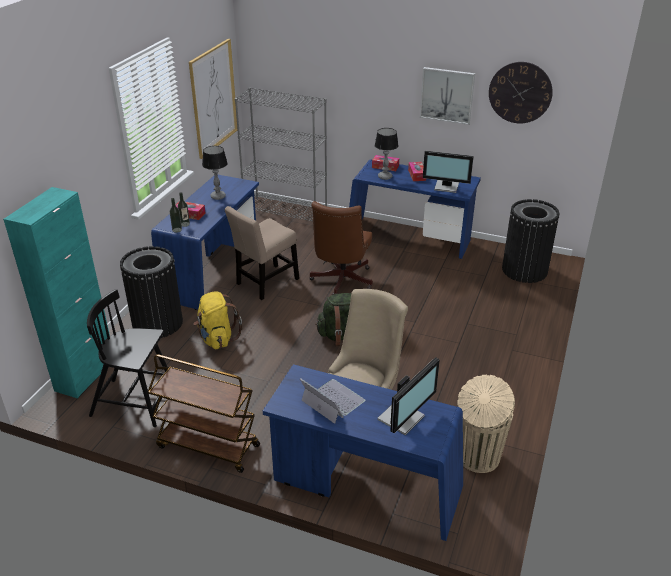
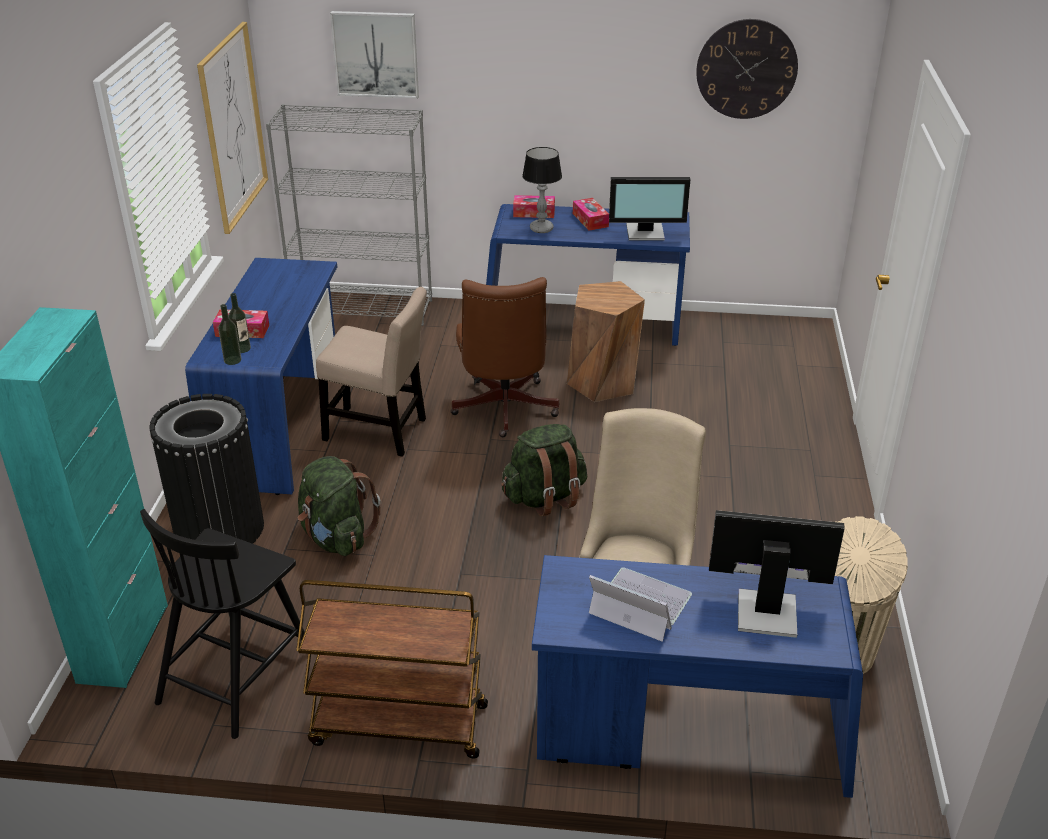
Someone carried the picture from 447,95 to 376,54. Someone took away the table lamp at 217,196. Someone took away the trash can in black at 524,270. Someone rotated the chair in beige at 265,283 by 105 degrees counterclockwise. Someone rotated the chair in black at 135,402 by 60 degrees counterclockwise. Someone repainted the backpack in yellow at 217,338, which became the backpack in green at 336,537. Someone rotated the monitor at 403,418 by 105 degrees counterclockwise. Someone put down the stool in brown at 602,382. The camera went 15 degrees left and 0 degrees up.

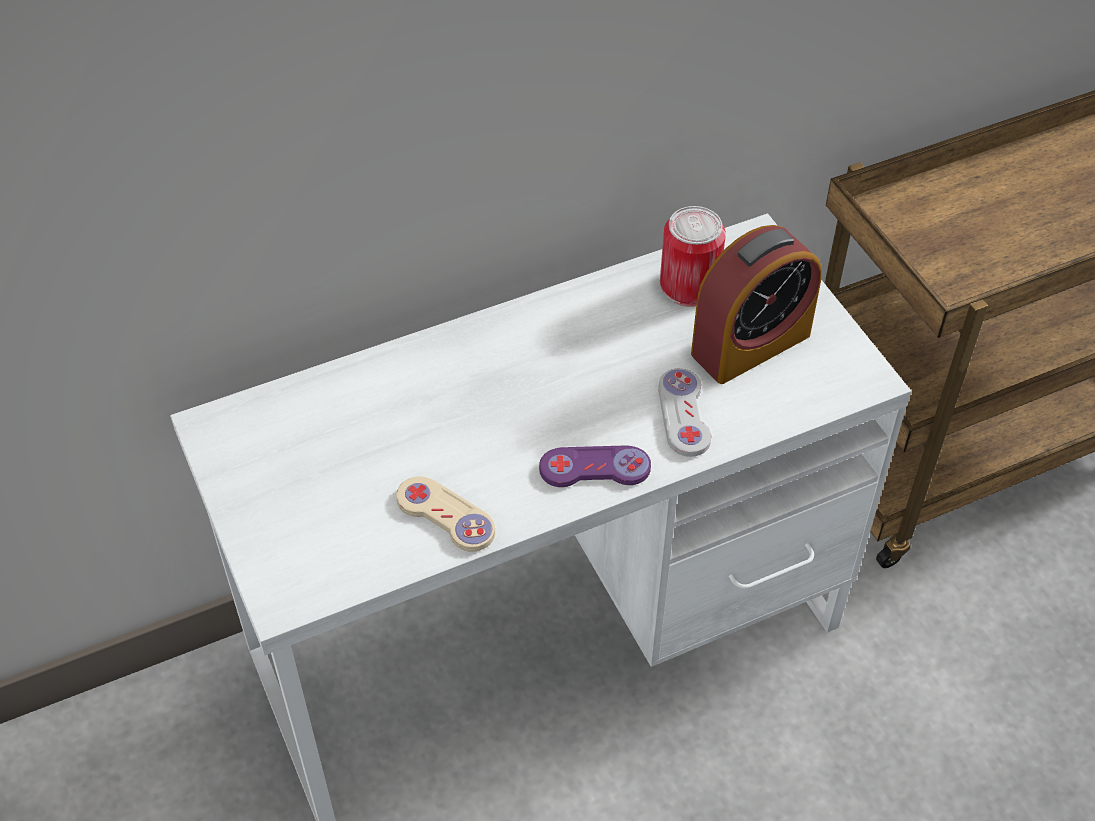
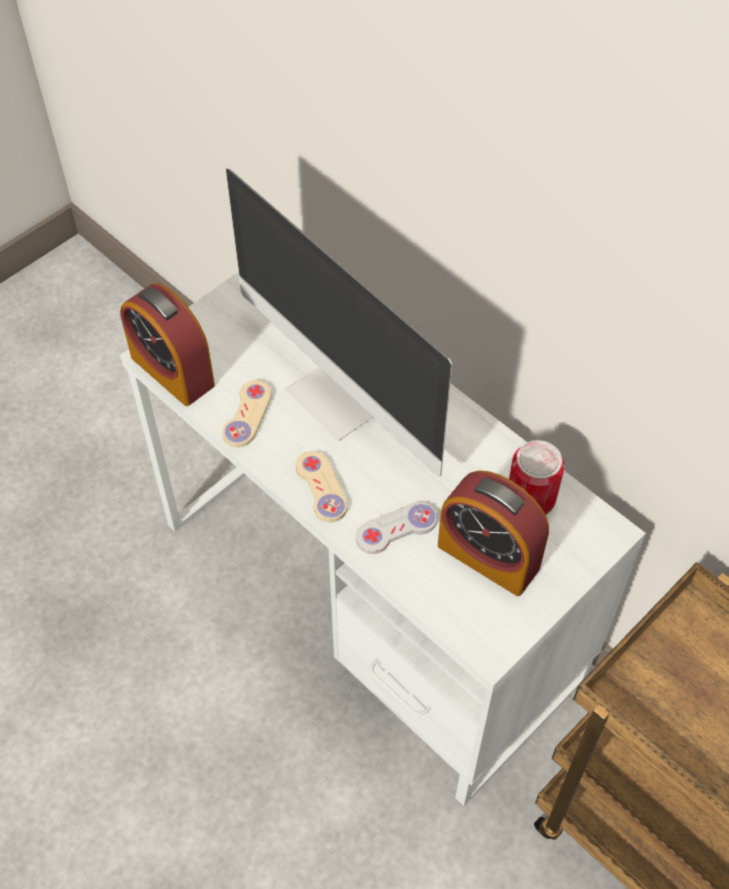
Someone repainted the game controller in purple at 594,468, which became the game controller in beige at 321,487. Someone put down the monitor at 342,396. Someone put down the alarm clock at 172,371. The camera went 70 degrees right and 5 degrees up.

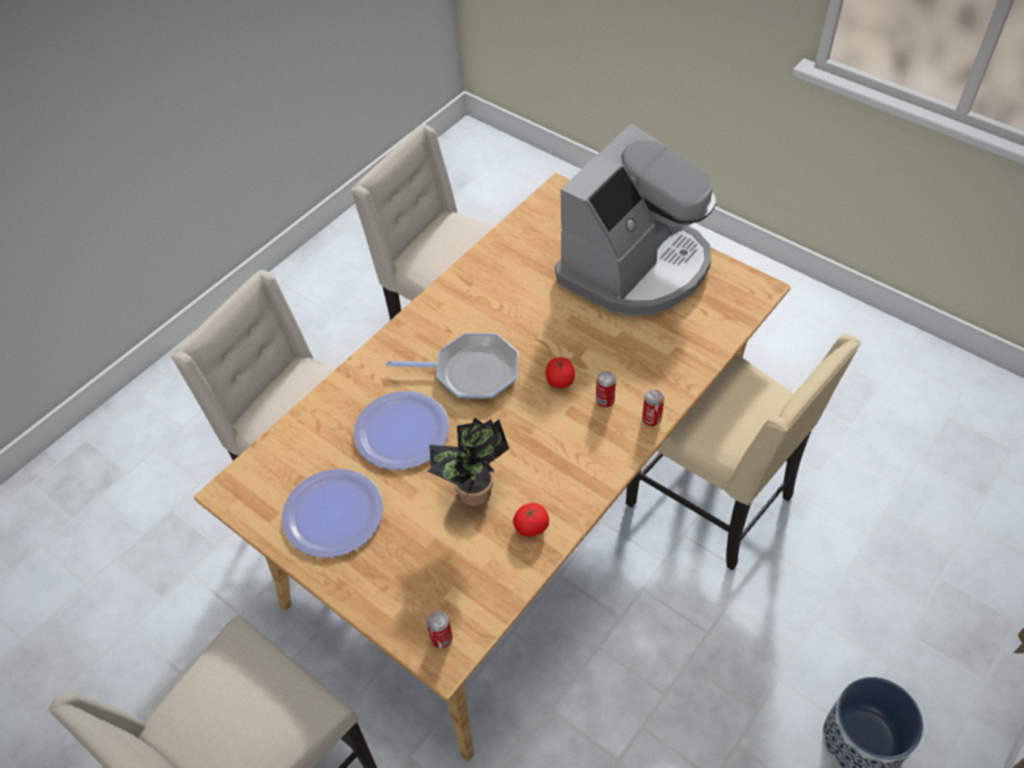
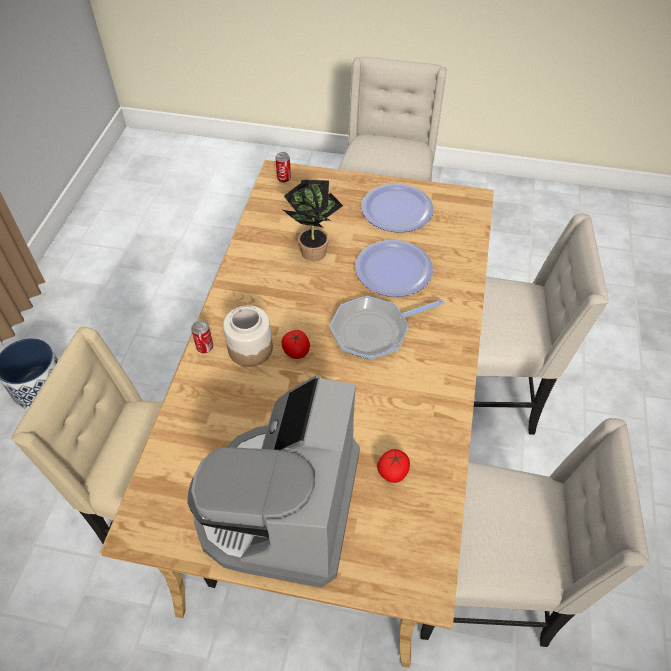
Someone swapped the can at 605,401 for the jar at 250,348. Someone carried the tomato from 531,527 to 393,471. The camera went 150 degrees right and 0 degrees up.

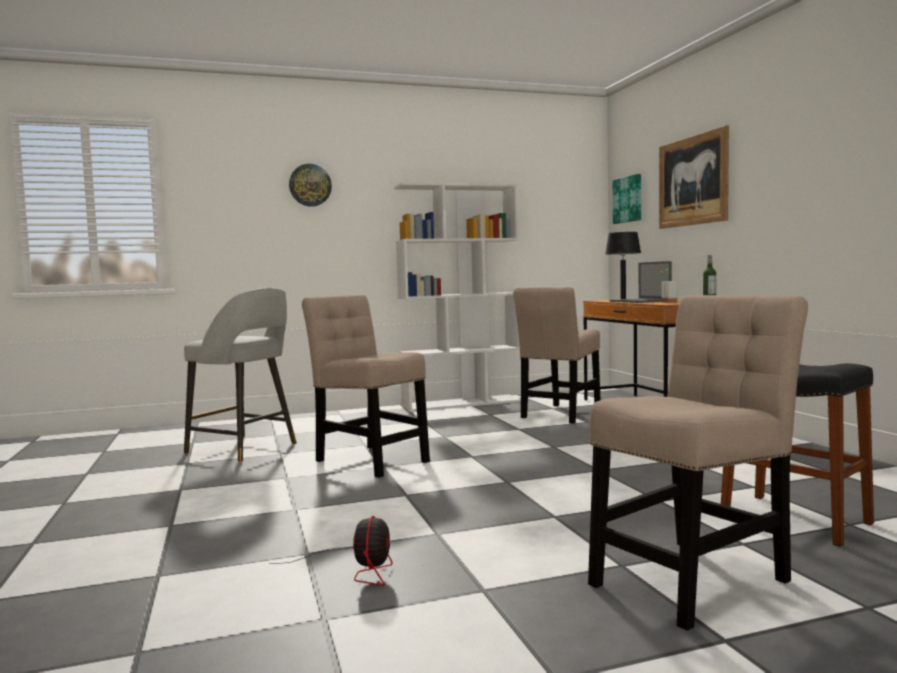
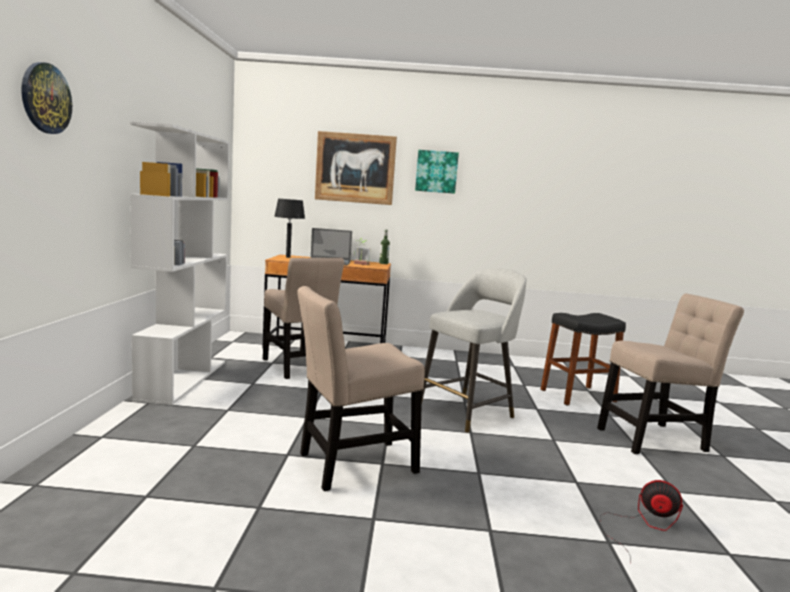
Someone carried the picture from 628,199 to 436,171. Someone carried the stool in grey from 244,448 to 467,412. Someone rotated the chair in beige at 694,578 by 90 degrees clockwise. The camera went 70 degrees left and 5 degrees up.

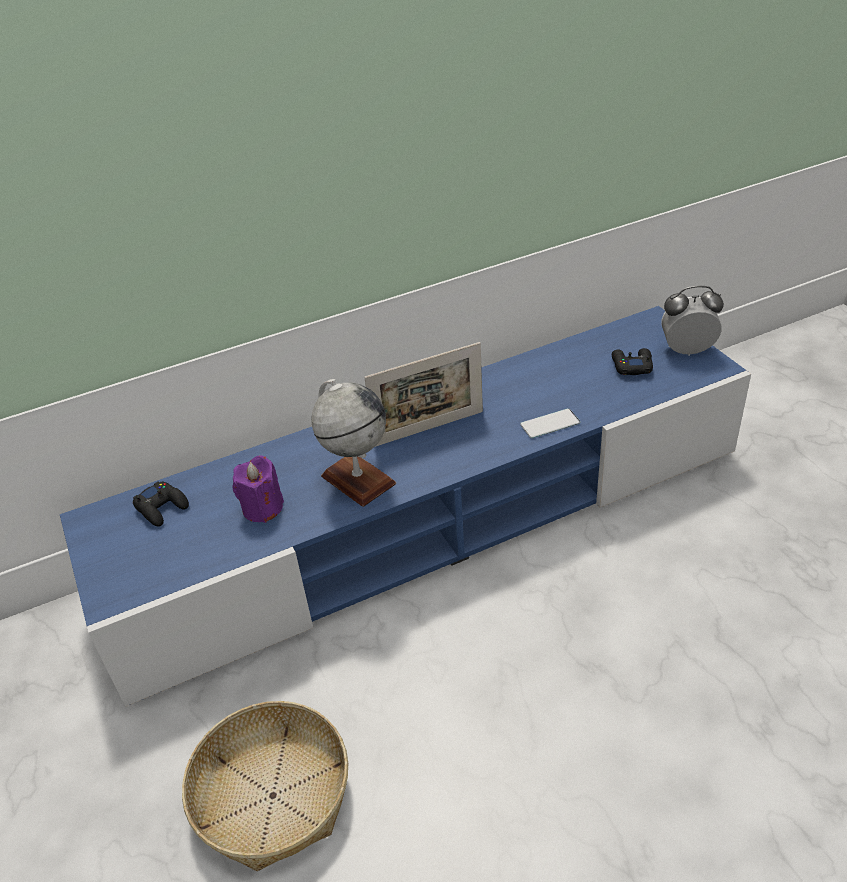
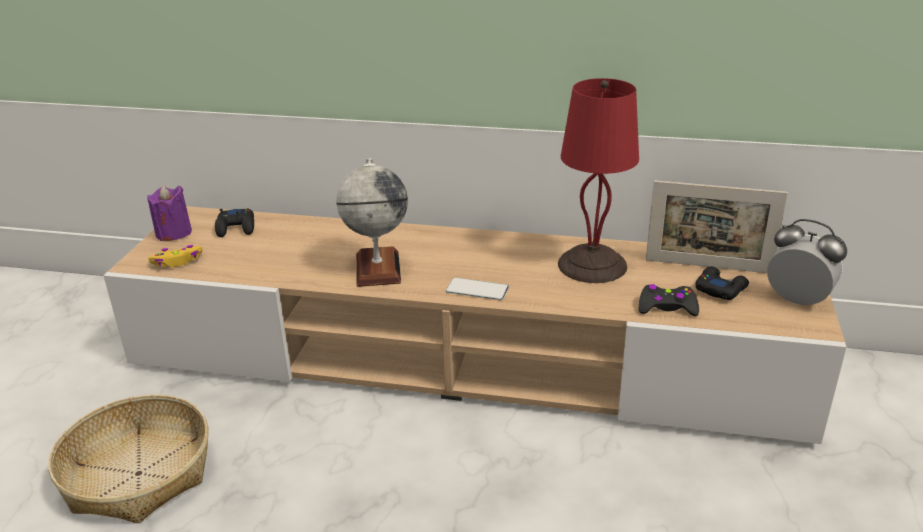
Someone repainted the tv stand in blue at 432,520, which became the tv stand in beige at 465,359. Someone carried the picture frame from 429,428 to 707,266. Someone carried the phone from 550,424 to 477,289. Someone carried the candle in purple from 262,508 to 173,233. Someone put down the table lamp in red at 590,265. Someone put down the game controller in yellow at 178,262. Someone put down the game controller in black at 667,307. The camera went 35 degrees right and 10 degrees down.

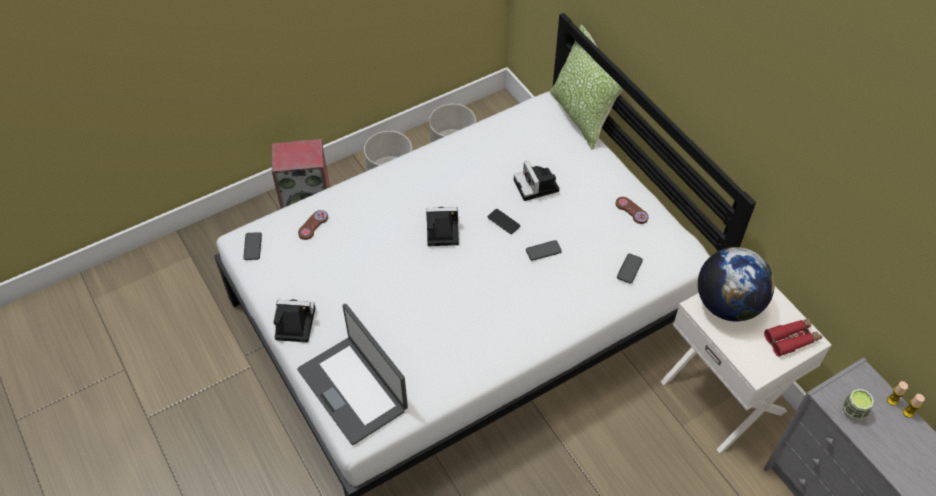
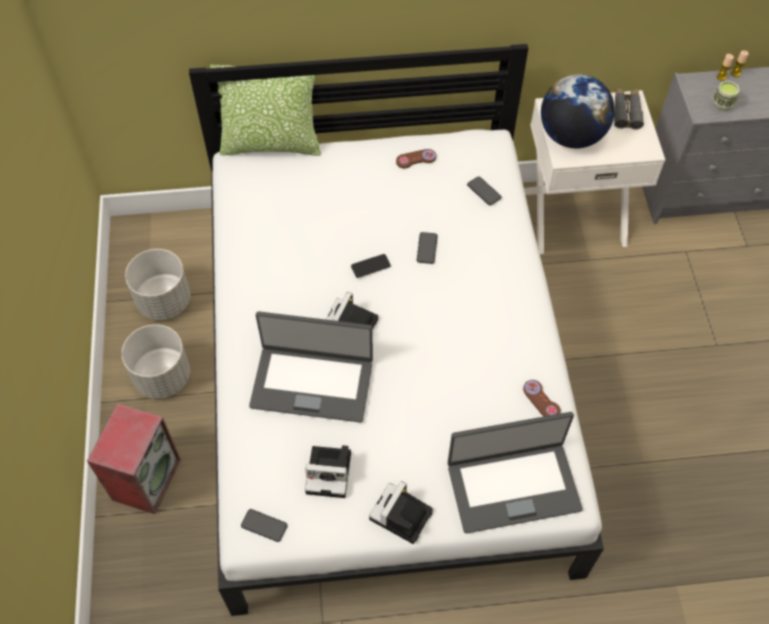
Someone carried the photo camera from 537,186 to 331,472. Someone carried the game controller in brown from 313,225 to 541,400. Someone repainted the binoculars in red at 791,339, which became the binoculars in grey at 626,112. Someone put down the laptop at 312,382. The camera went 65 degrees left and 5 degrees up.

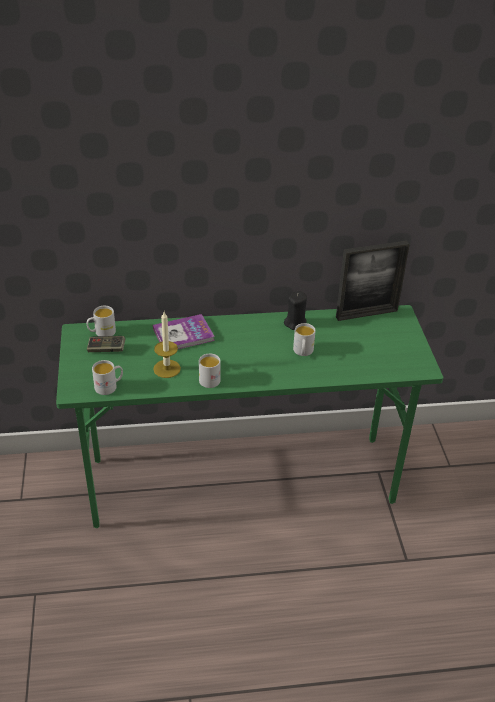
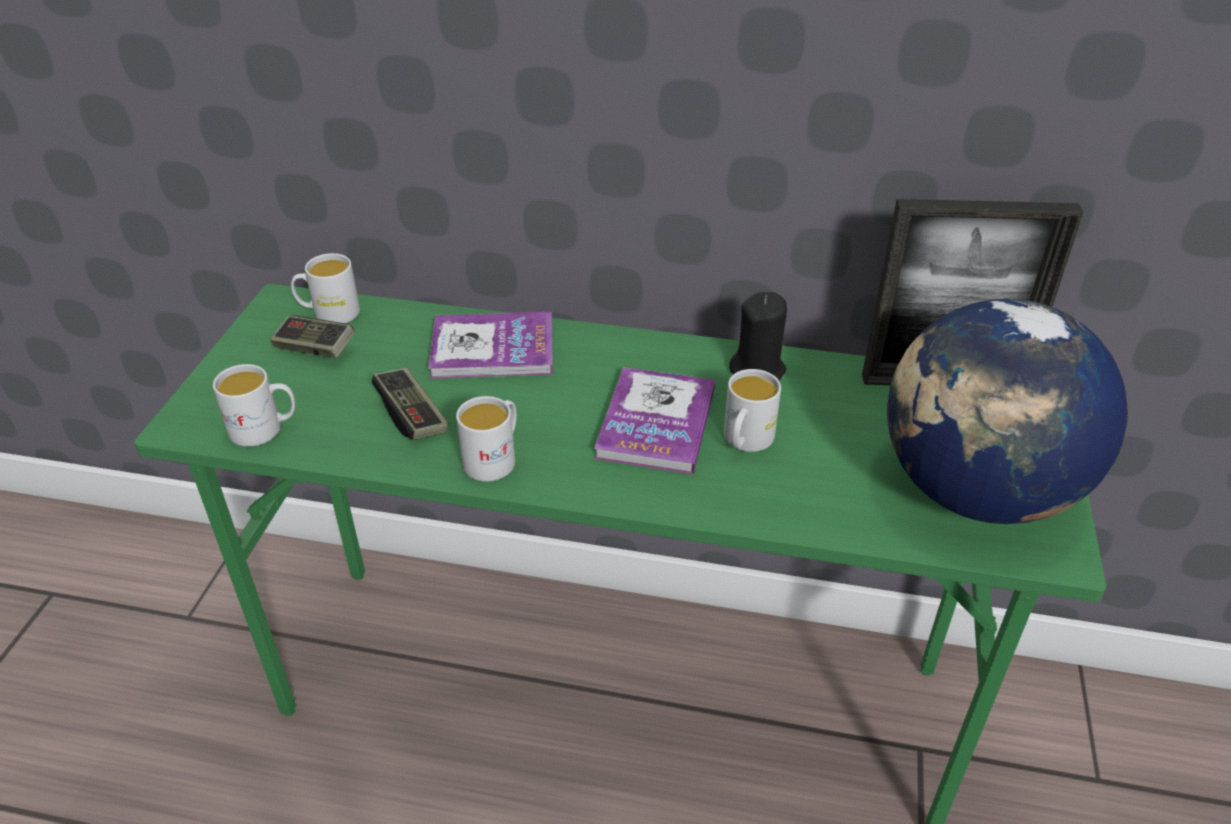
Someone swapped the candle at 167,368 for the game controller at 411,415. Someone put down the globe at 976,492. Someone put down the book at 656,423. The camera went 20 degrees right and 0 degrees up.

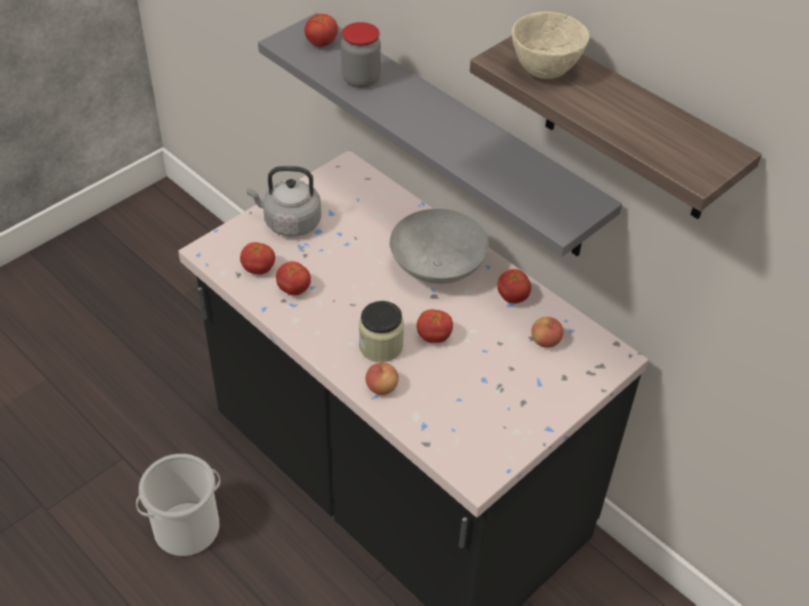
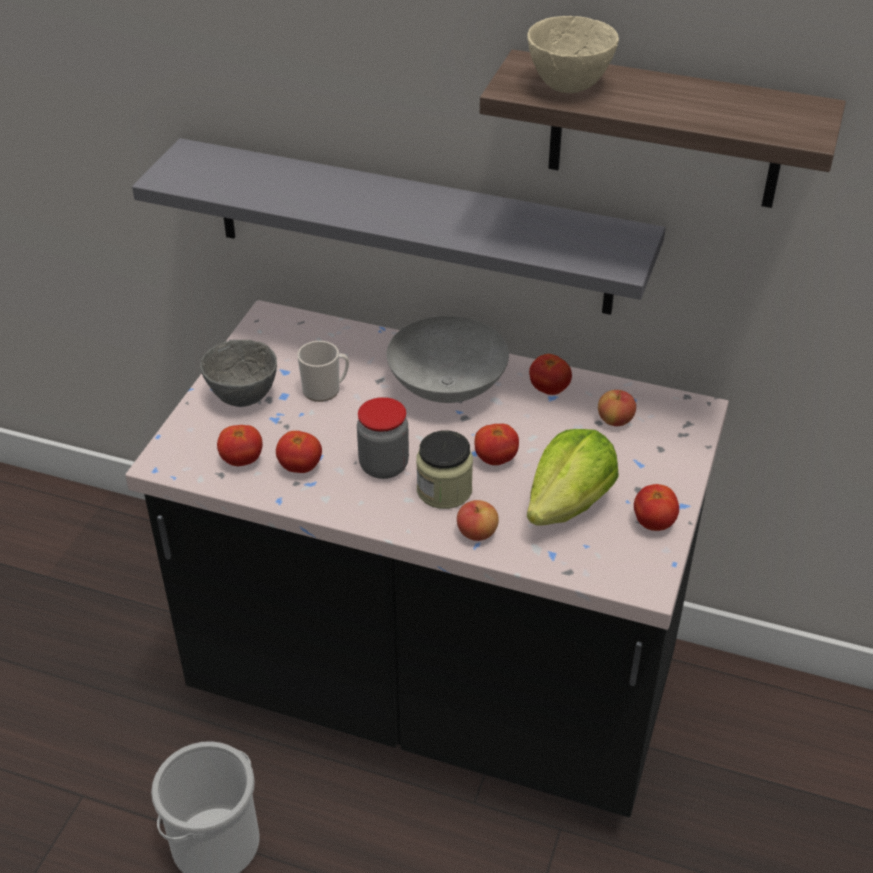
Someone carried the tomato from 321,43 to 653,523. Someone carried the jar from 360,79 to 384,466. Someone swapped the kettle in grey at 289,222 for the bowl in grey at 242,398. Someone put down the mug at 325,390. Someone put down the lettuce at 569,504. The camera went 25 degrees left and 5 degrees down.

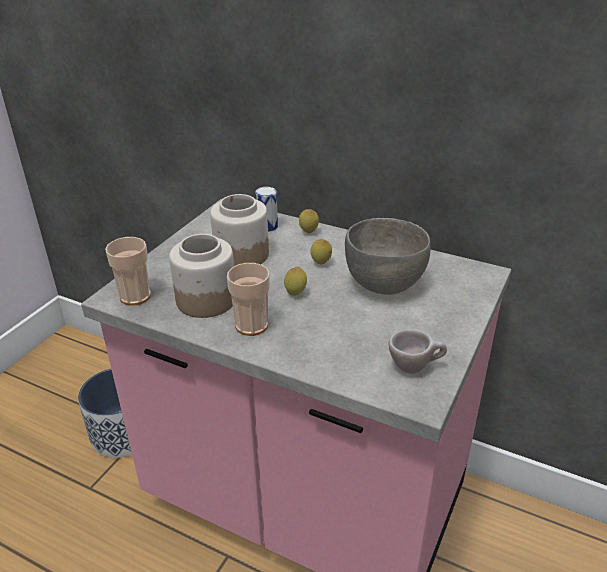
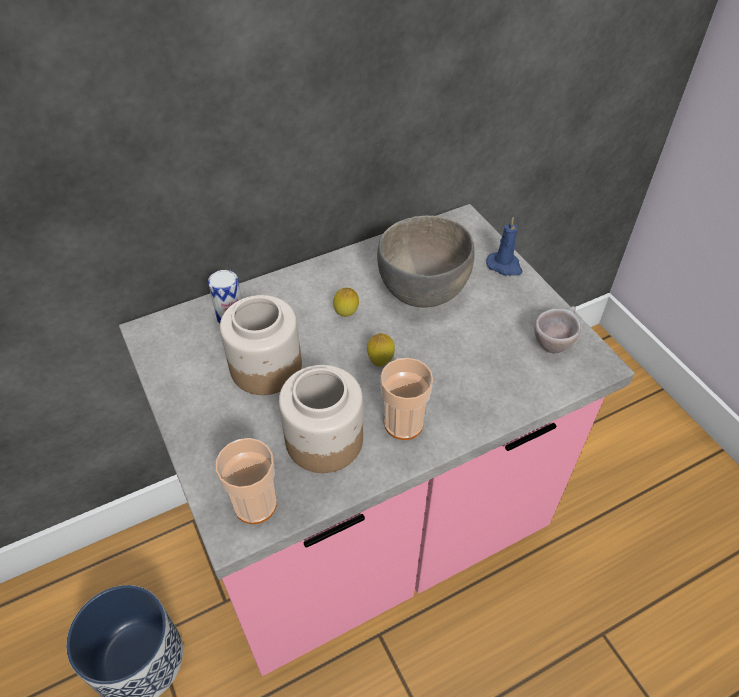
Someone took away the lemon at 308,233. Someone put down the candle in blue at 505,266. The camera went 55 degrees left and 15 degrees up.

